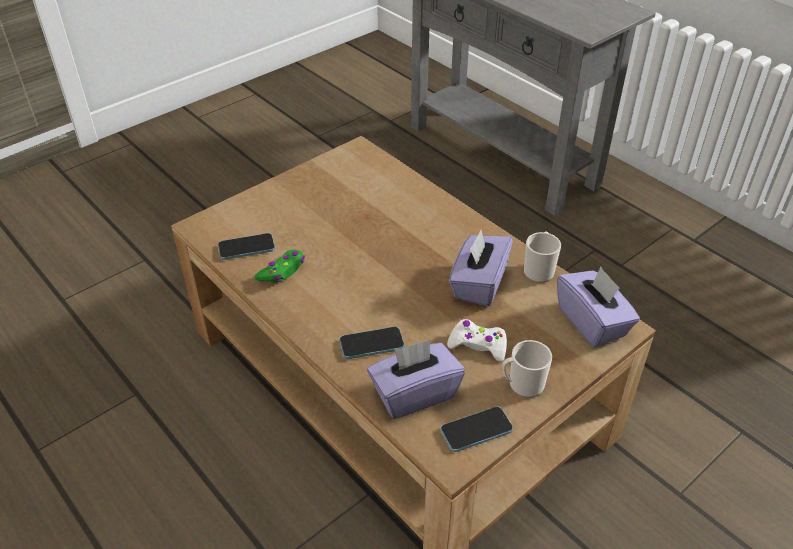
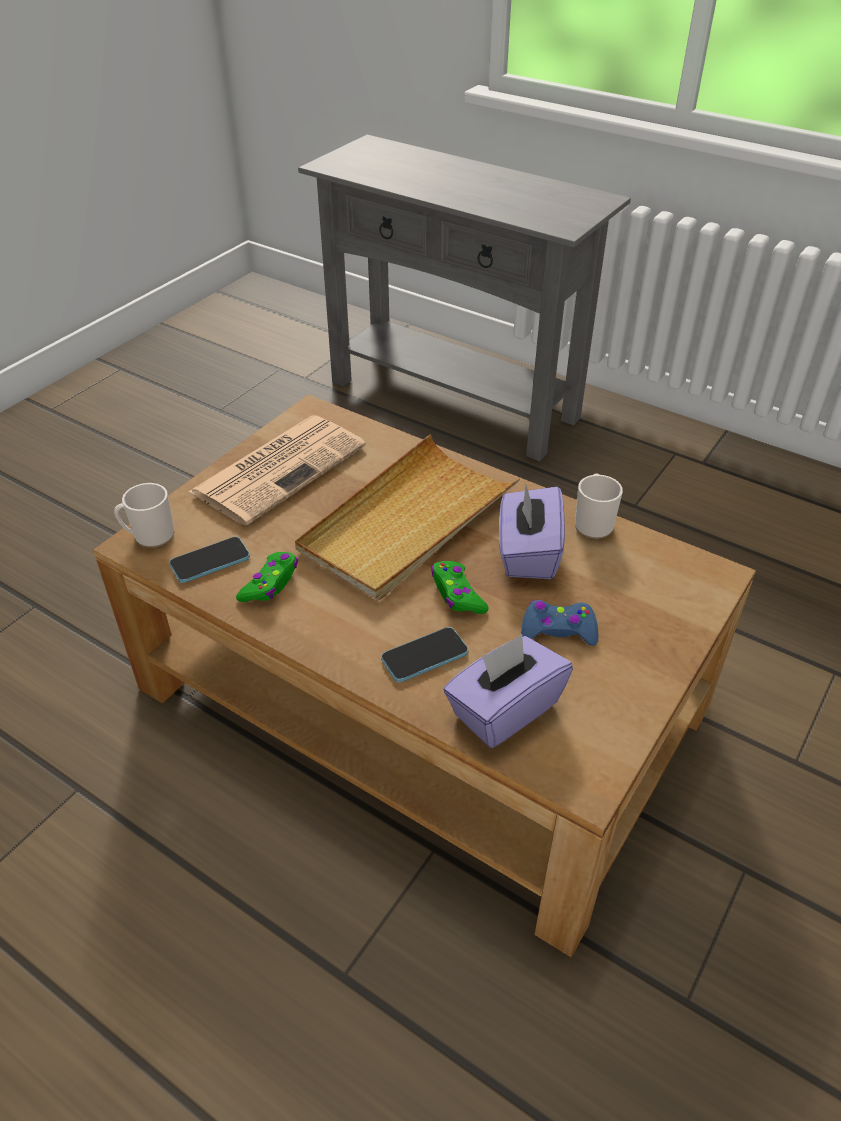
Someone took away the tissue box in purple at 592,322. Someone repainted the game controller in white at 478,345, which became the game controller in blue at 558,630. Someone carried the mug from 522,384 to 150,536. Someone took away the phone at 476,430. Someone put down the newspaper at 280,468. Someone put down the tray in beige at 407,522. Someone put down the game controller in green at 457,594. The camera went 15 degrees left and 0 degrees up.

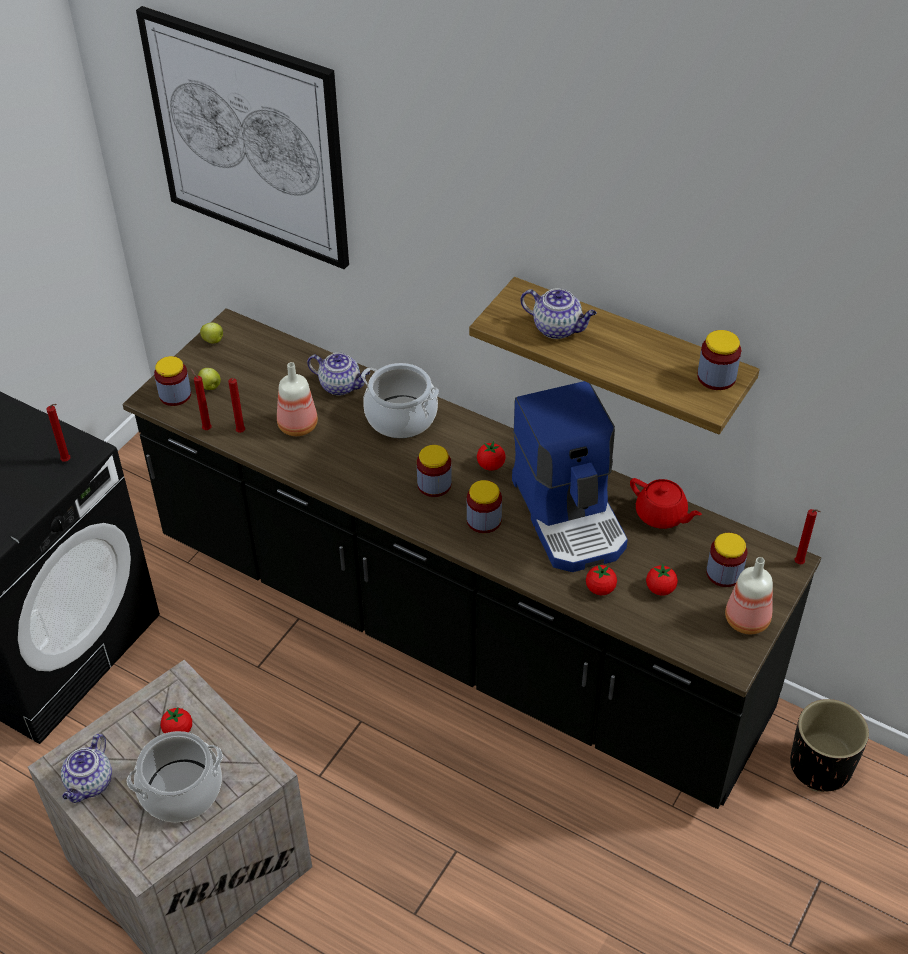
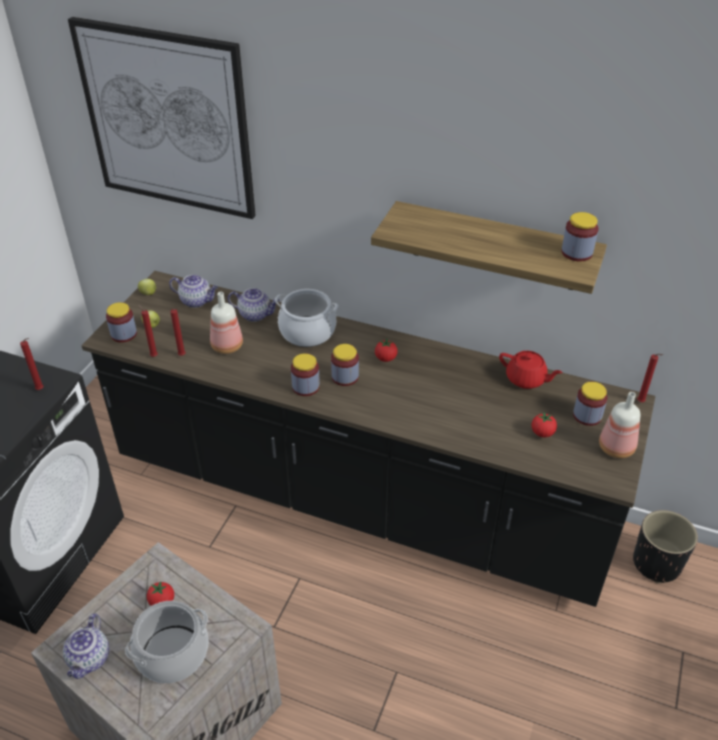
Someone carried the teapot from 558,328 to 197,301. Someone took away the coffee machine at 570,515. Someone carried the jar from 484,520 to 305,387. Someone took away the tomato at 600,589. The camera went 10 degrees left and 5 degrees down.

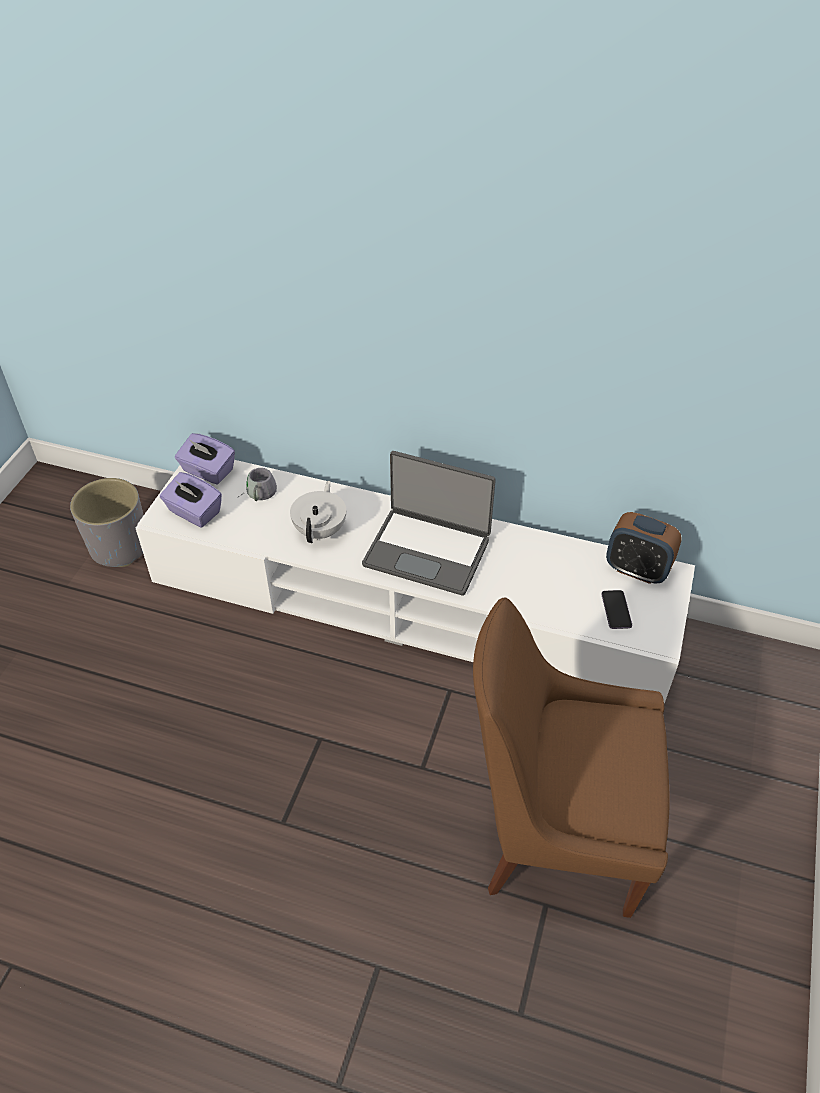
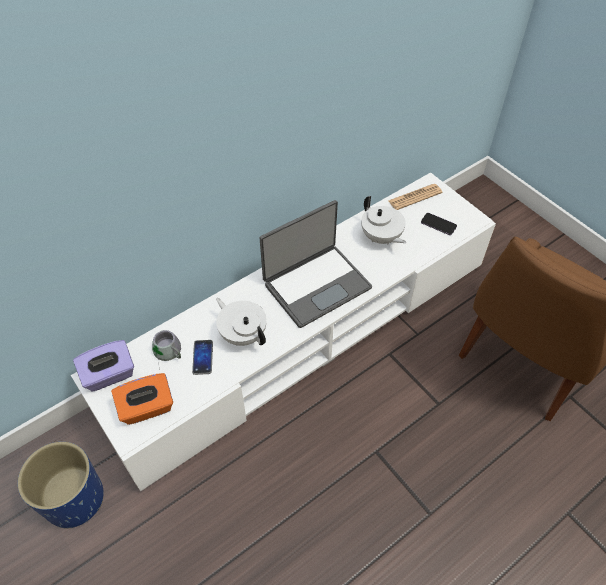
Someone repainted the tissue box in purple at 194,512, which became the tissue box in orange at 147,408. Someone repainted the planter in grey at 119,546, which became the planter in blue at 74,499. Someone swapped the alarm clock at 637,570 for the newspaper at 415,197. Someone put down the teapot in white at 381,238. Someone put down the phone at 203,357. The camera went 55 degrees left and 5 degrees up.

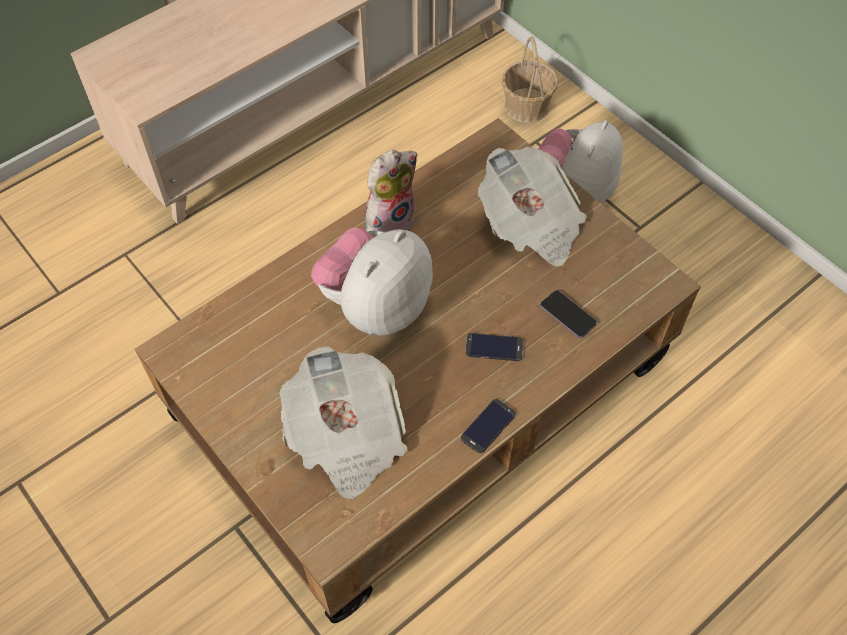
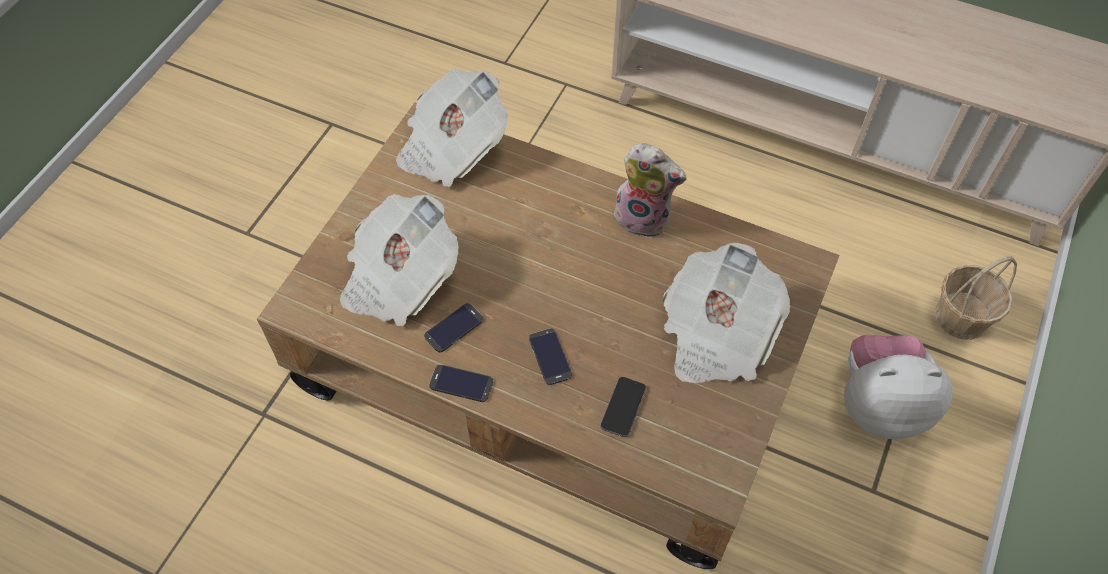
Someone took away the plush toy at 376,306. Someone put down the newspaper at 451,148. Someone put down the phone at 454,328. The camera went 65 degrees right and 0 degrees up.

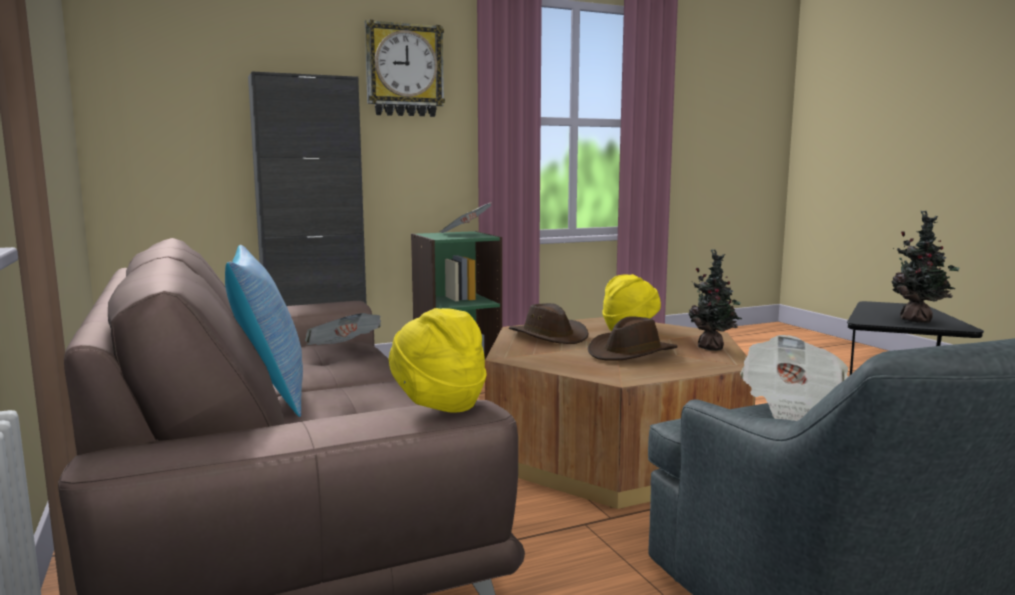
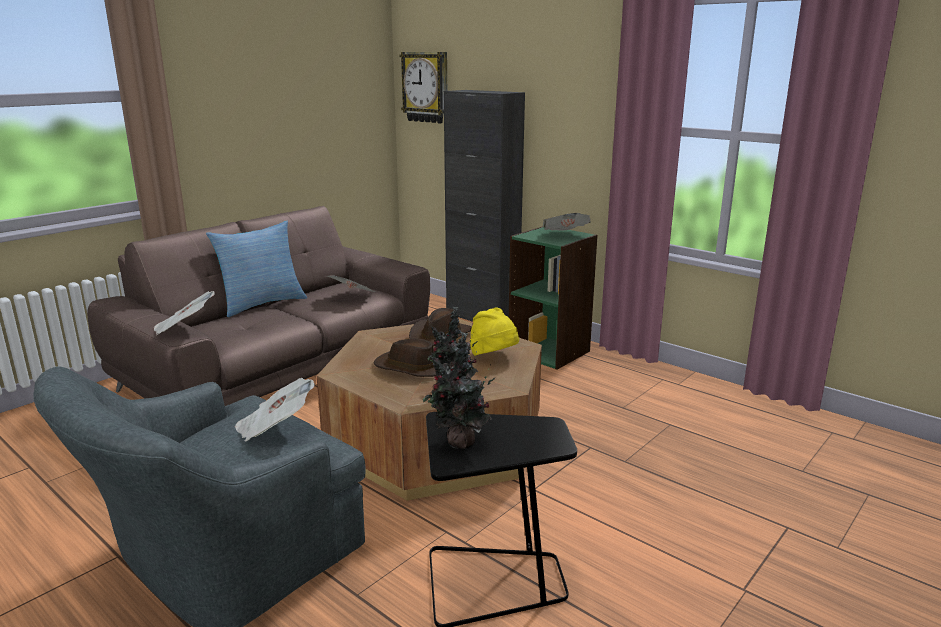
Someone carried the wall clock from 404,70 to 426,87. Someone swapped the hat in yellow at 438,403 for the newspaper at 184,329. The camera went 65 degrees right and 10 degrees up.

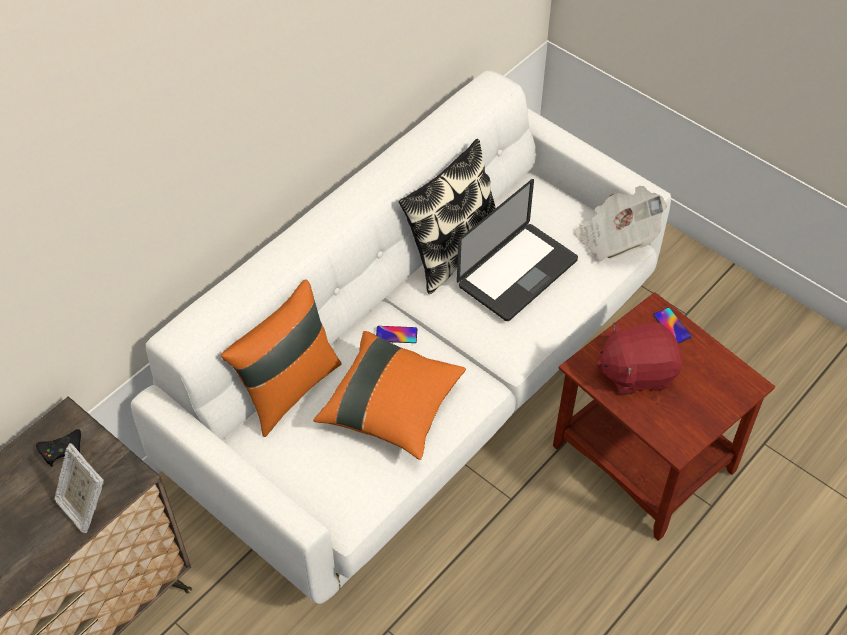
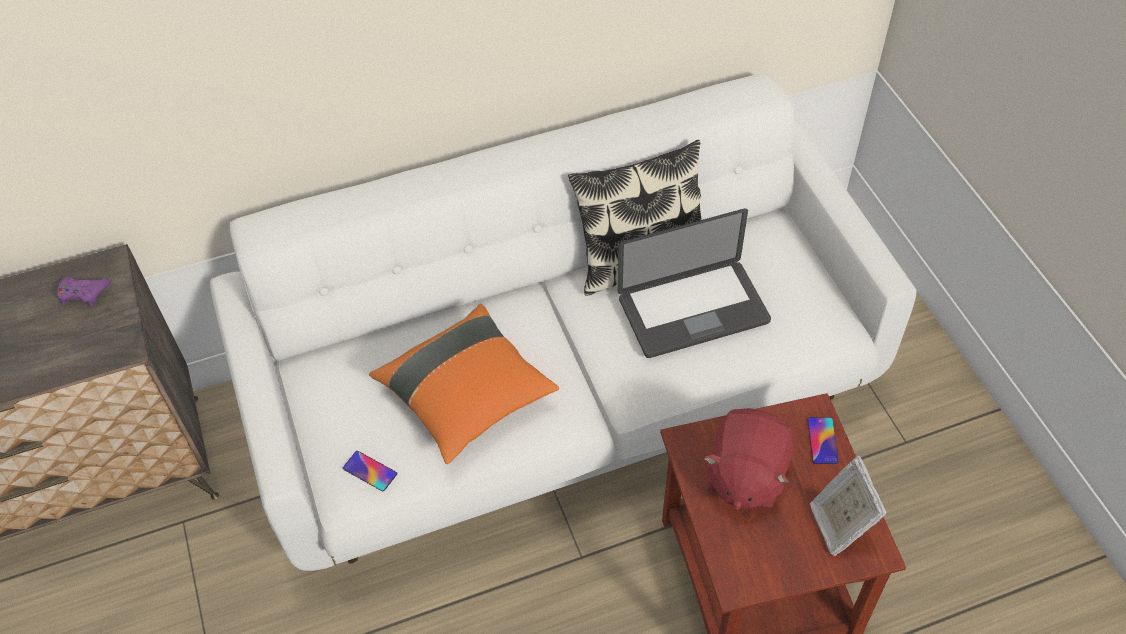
Someone took away the newspaper at 616,237. Someone took away the pillow in orange at 288,388. Someone rotated the plush toy in red at 636,372 by 90 degrees counterclockwise. Someone carried the phone from 396,335 to 370,471. Someone repainted the game controller in black at 62,450, which became the game controller in purple at 83,293. Someone carried the picture frame from 85,505 to 839,524. The camera went 30 degrees right and 0 degrees up.

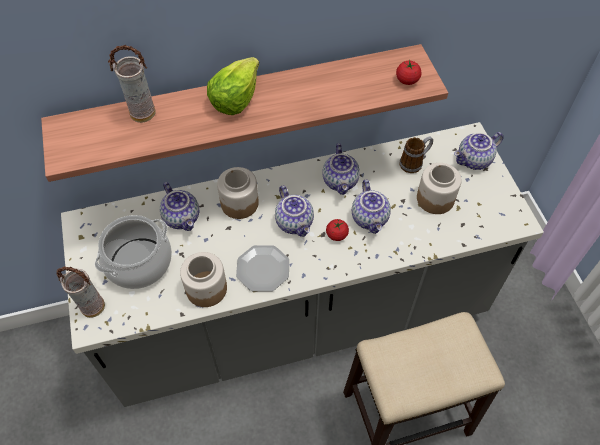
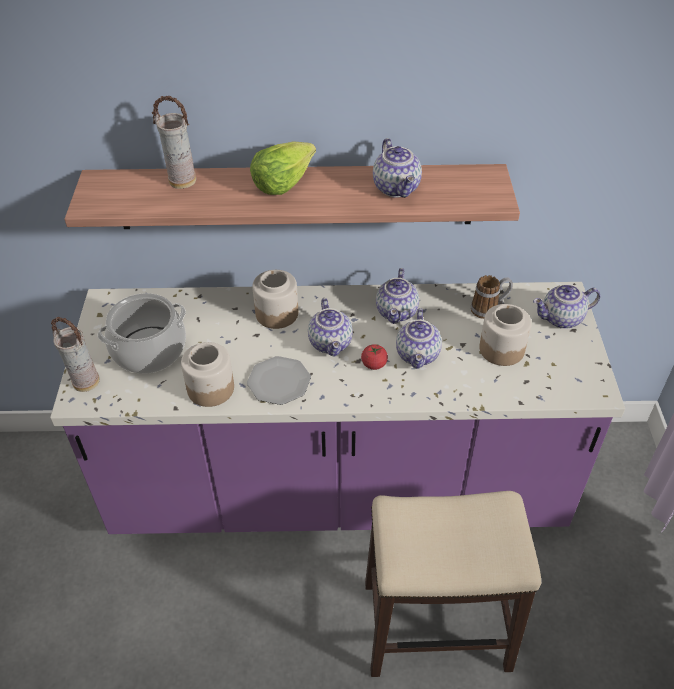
Someone took away the tomato at 407,80. Someone repainted the counter in grey at 300,318, which became the counter in purple at 338,489. Someone carried the teapot from 183,218 to 397,188. The camera went 15 degrees right and 10 degrees down.

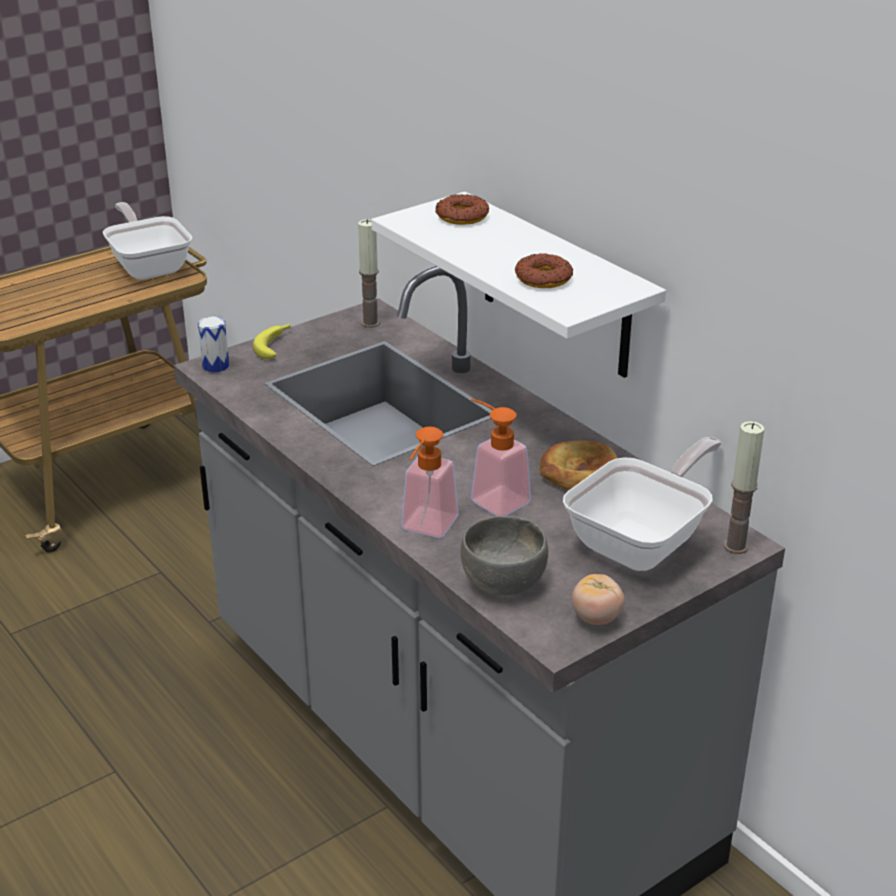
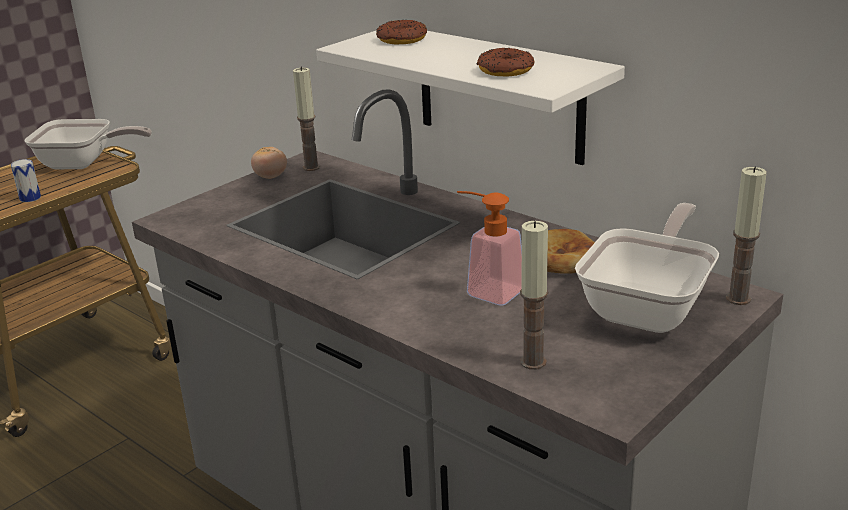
Someone rotated the frying pan at 149,266 by 135 degrees clockwise. Someone carried the can from 215,366 to 30,198. Someone took away the banana at 275,345. Someone took away the soap dispenser at 425,529. Someone swapped the bowl in grey at 504,581 for the candle at 533,362. Someone carried the tomato from 596,618 to 270,177. The camera went 10 degrees left and 5 degrees down.

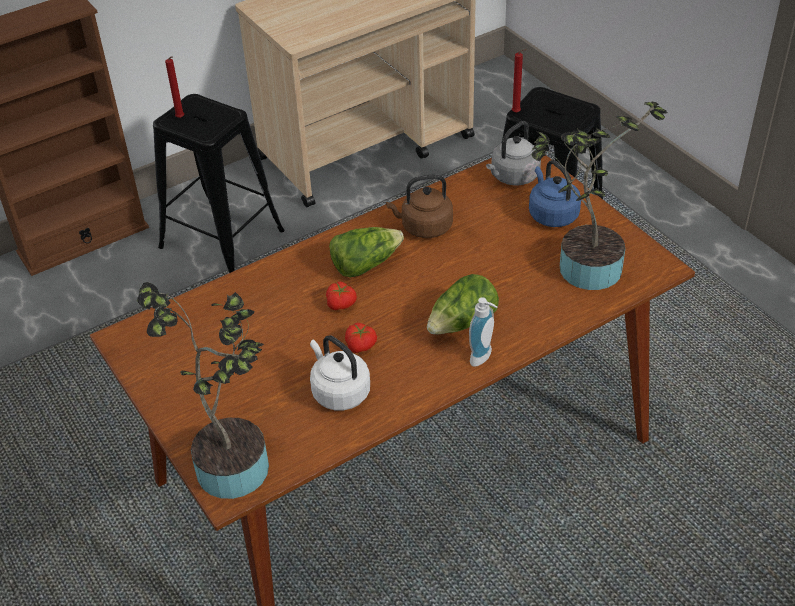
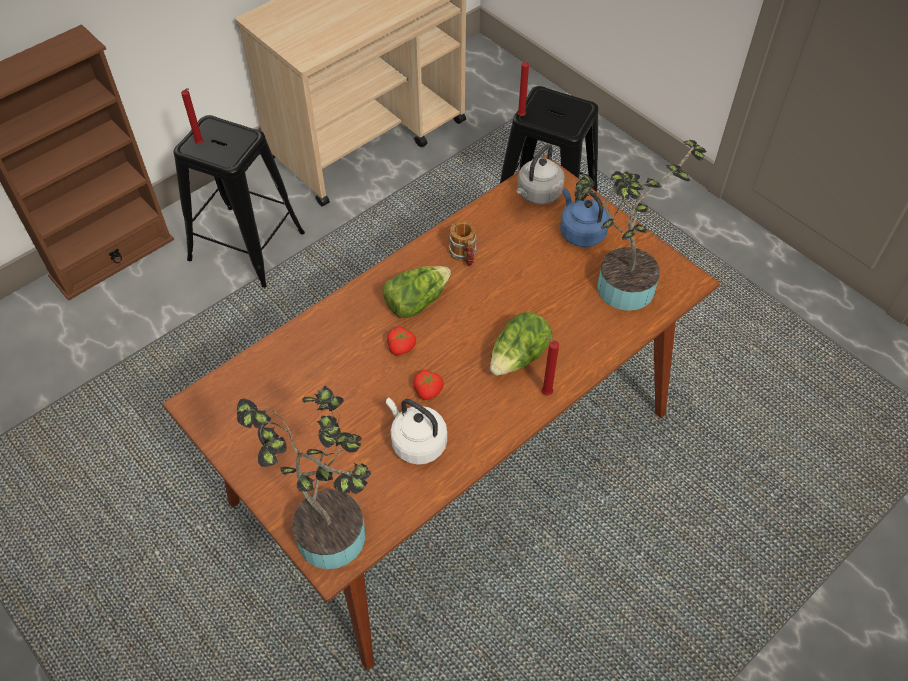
Someone swapped the kettle in brown at 424,227 for the mug at 464,256. Someone swapped the soap dispenser at 484,358 for the candle in red at 545,392. The camera went 10 degrees left and 10 degrees up.

